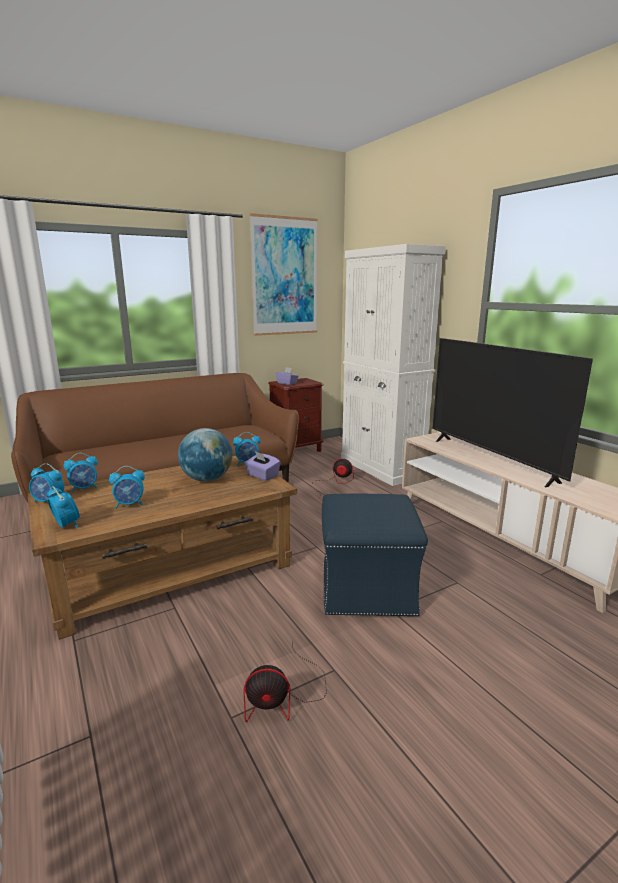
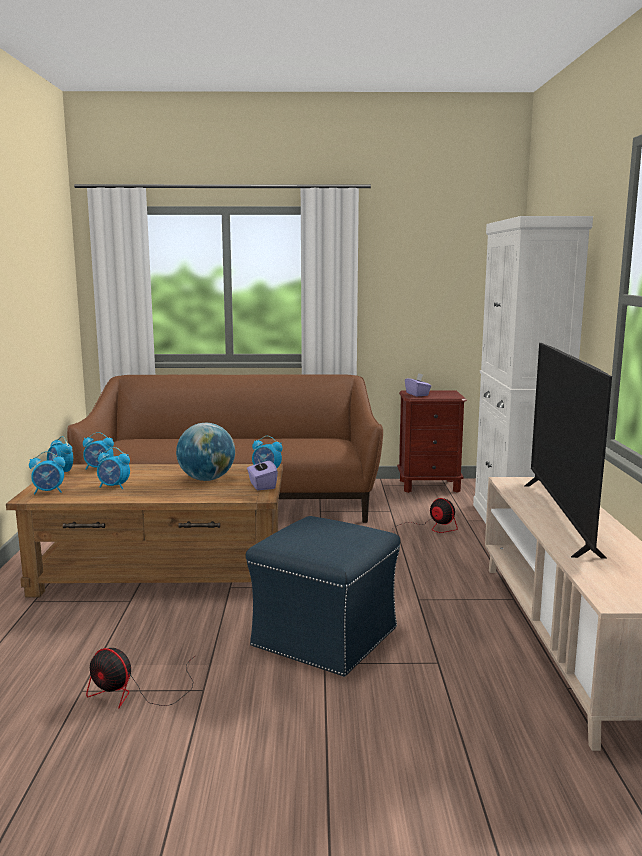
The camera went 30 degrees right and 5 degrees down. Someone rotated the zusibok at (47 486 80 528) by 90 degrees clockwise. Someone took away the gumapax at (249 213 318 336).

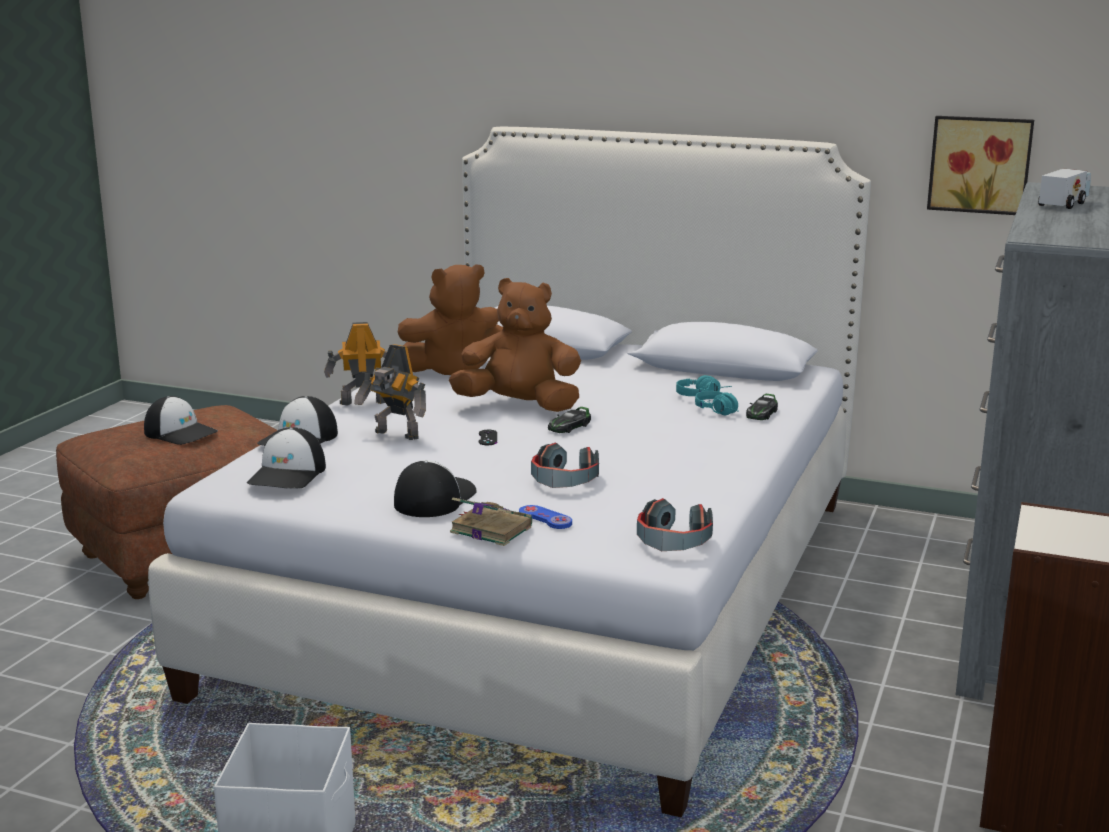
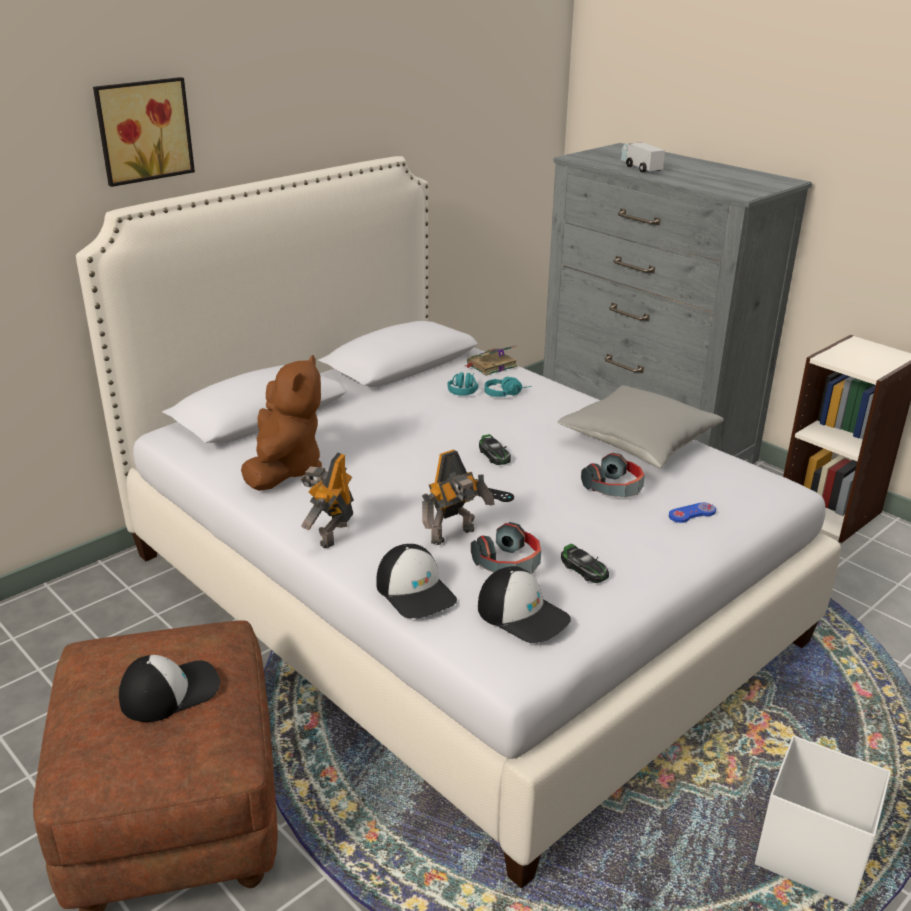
The camera went 65 degrees left and 10 degrees up. Someone carried the gumapax from (927 116 1034 215) to (93 77 195 187). Someone carried the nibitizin from (450 497 532 546) to (465 346 518 376). Someone carried the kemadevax from (637 498 713 551) to (471 522 541 574). Someone put down the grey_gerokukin at (557 385 724 468). Someone carried the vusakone from (746 394 778 420) to (561 544 609 583). Someone took away the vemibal at (394 460 477 517). Someone took away the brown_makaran at (449 278 581 412).

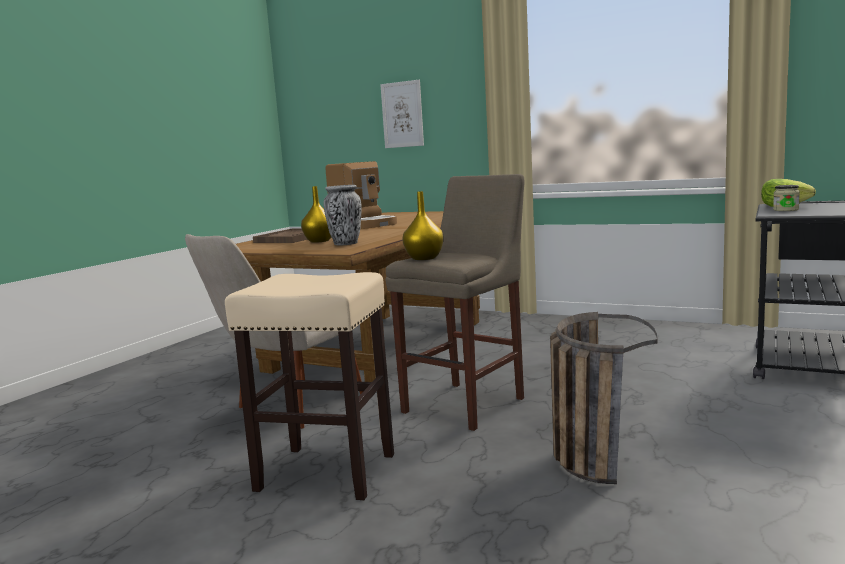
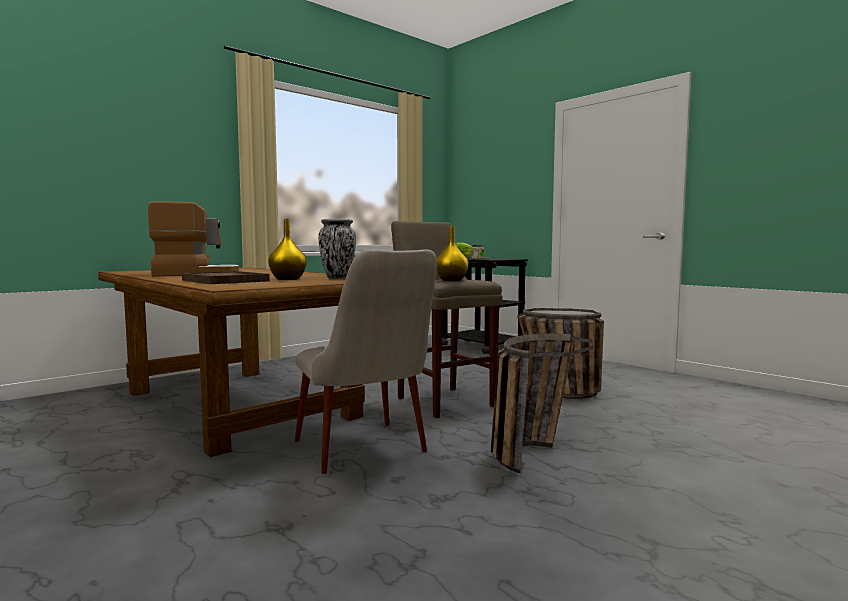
The camera went 70 degrees left and 5 degrees down. Someone swapped the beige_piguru at (225 272 394 500) for the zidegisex at (491 333 595 473). Someone took away the gumapax at (380 80 424 148).

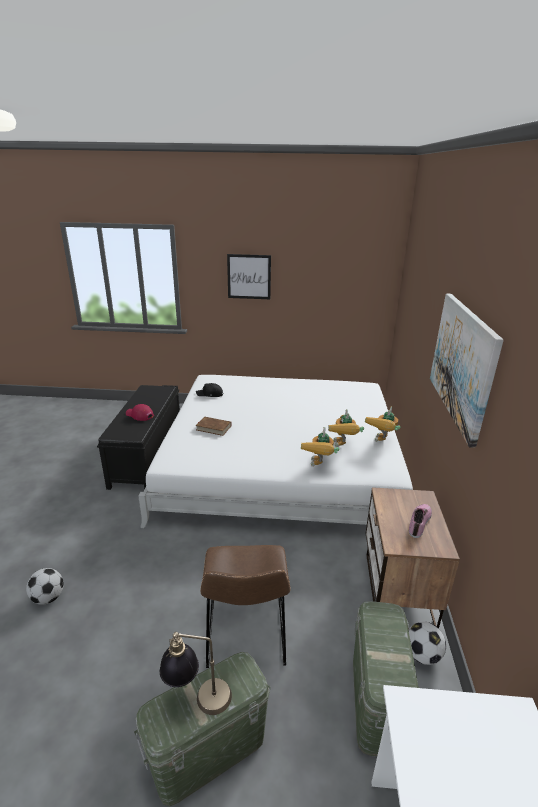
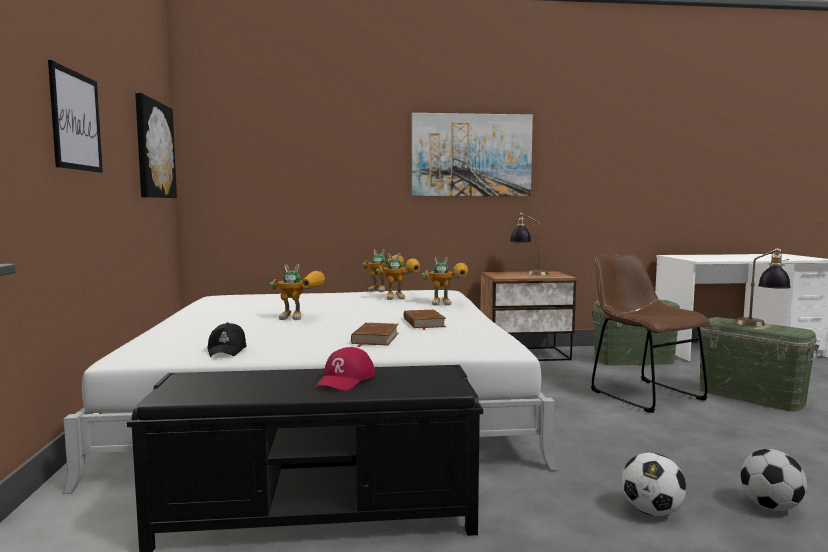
The camera went 100 degrees left and 20 degrees down. Someone put up the gumapax at (135 93 177 198). Someone put down the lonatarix at (270 264 325 320). Someone put down the brown_nibitizin at (404 310 446 330). Someone swapped the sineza at (409 504 432 538) for the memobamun at (510 213 549 275). Someone rotated the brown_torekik at (200 545 291 668) by 105 degrees counterclockwise. Someone carried the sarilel from (408 622 446 665) to (622 452 686 516).

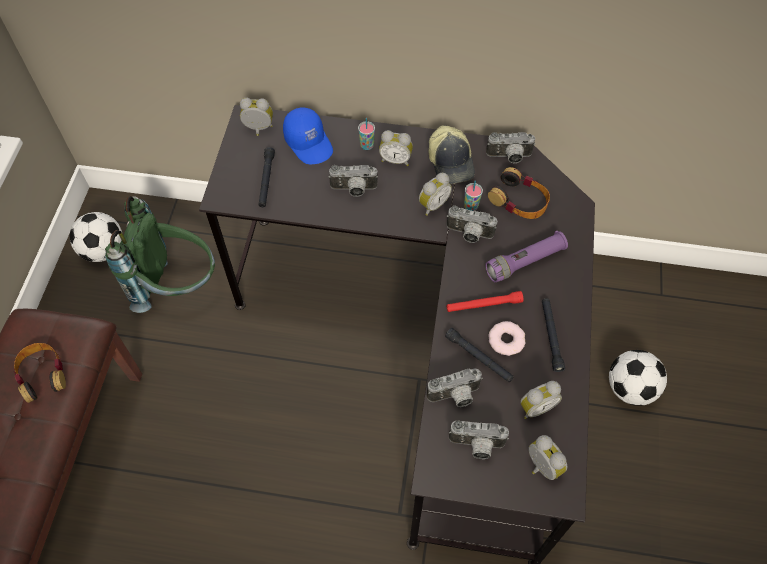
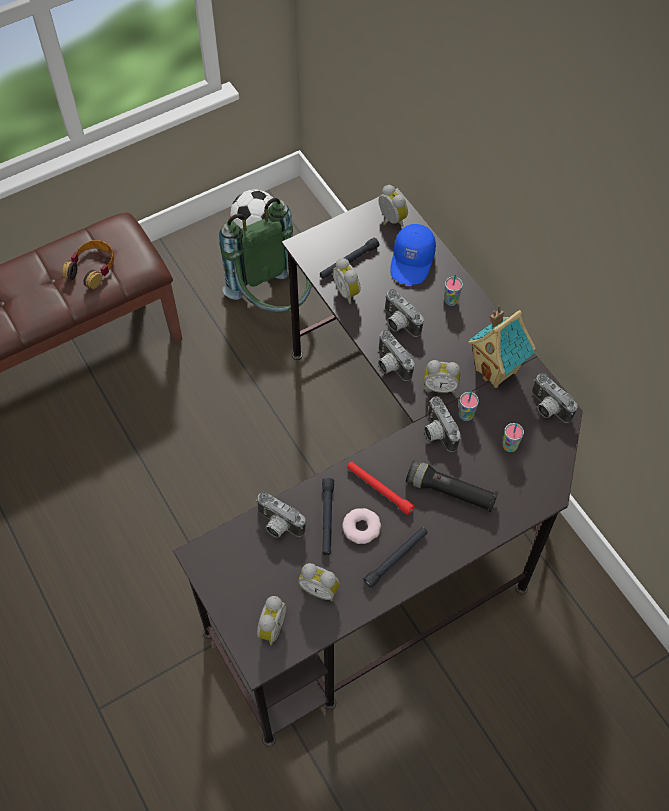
The camera went 50 degrees right and 0 degrees up. Someone carried the zusibok from (379 130 413 166) to (333 258 361 304). Someone carried the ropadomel from (449 420 509 459) to (378 330 415 381). Someone repainted the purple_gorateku at (485 231 568 282), which became the black_gorateku at (406 460 499 512). Someone swapped the vemibal at (429 125 475 184) for the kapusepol at (468 305 536 388). Someone swapped the kemadevax at (488 167 550 219) for the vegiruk at (502 423 524 452). Someone took away the sarilel at (609 350 667 406).

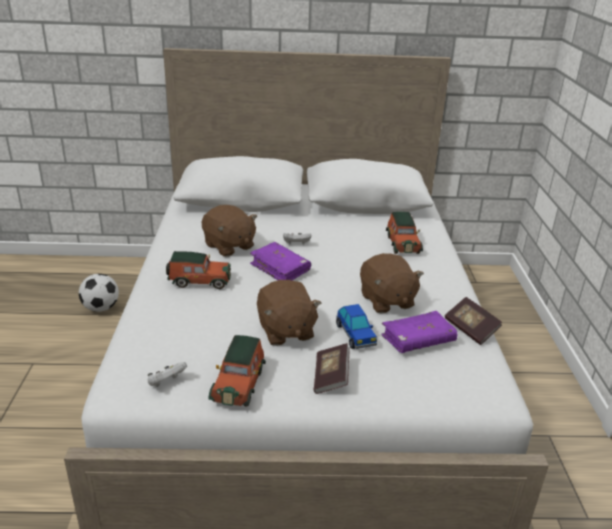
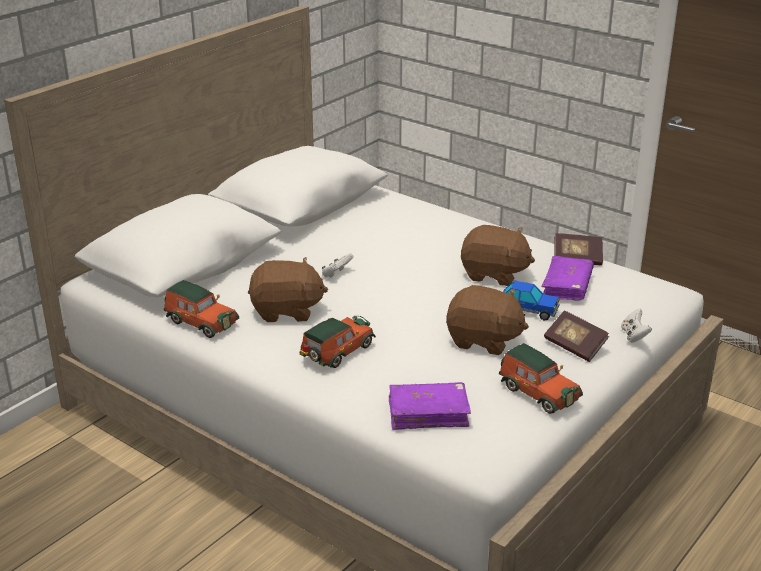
The camera went 50 degrees left and 0 degrees up. Someone carried the vusakone from (386 212 423 254) to (164 280 239 338). Someone carried the purple_nibitizin from (250 242 311 281) to (389 382 471 430). Someone carried the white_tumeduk from (147 362 187 387) to (621 309 652 342). Someone took away the sarilel at (79 274 119 312).

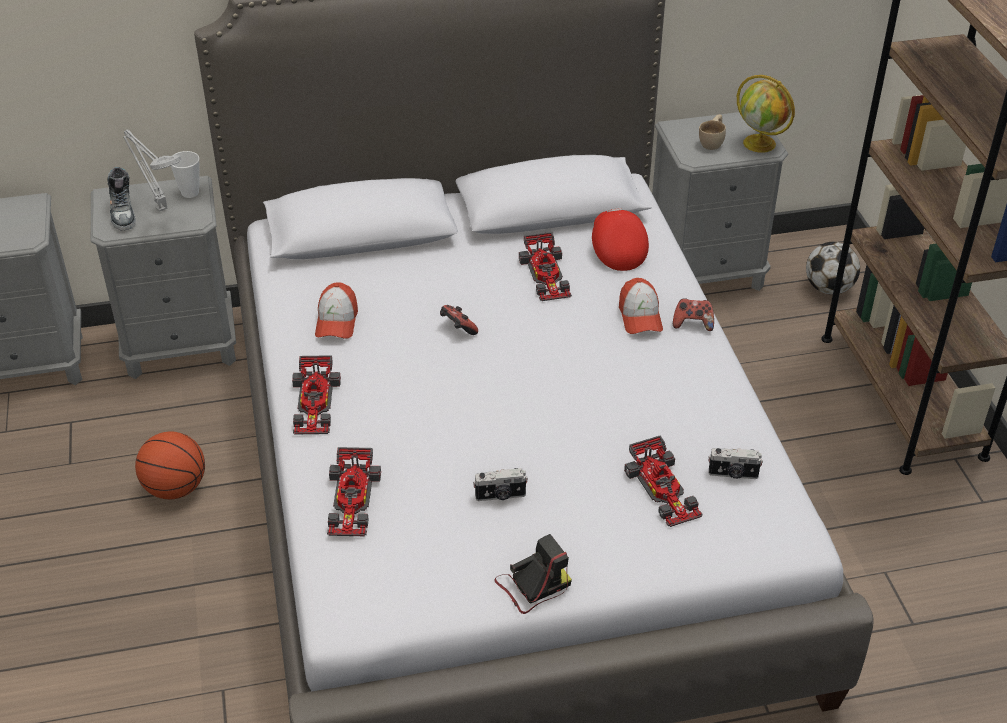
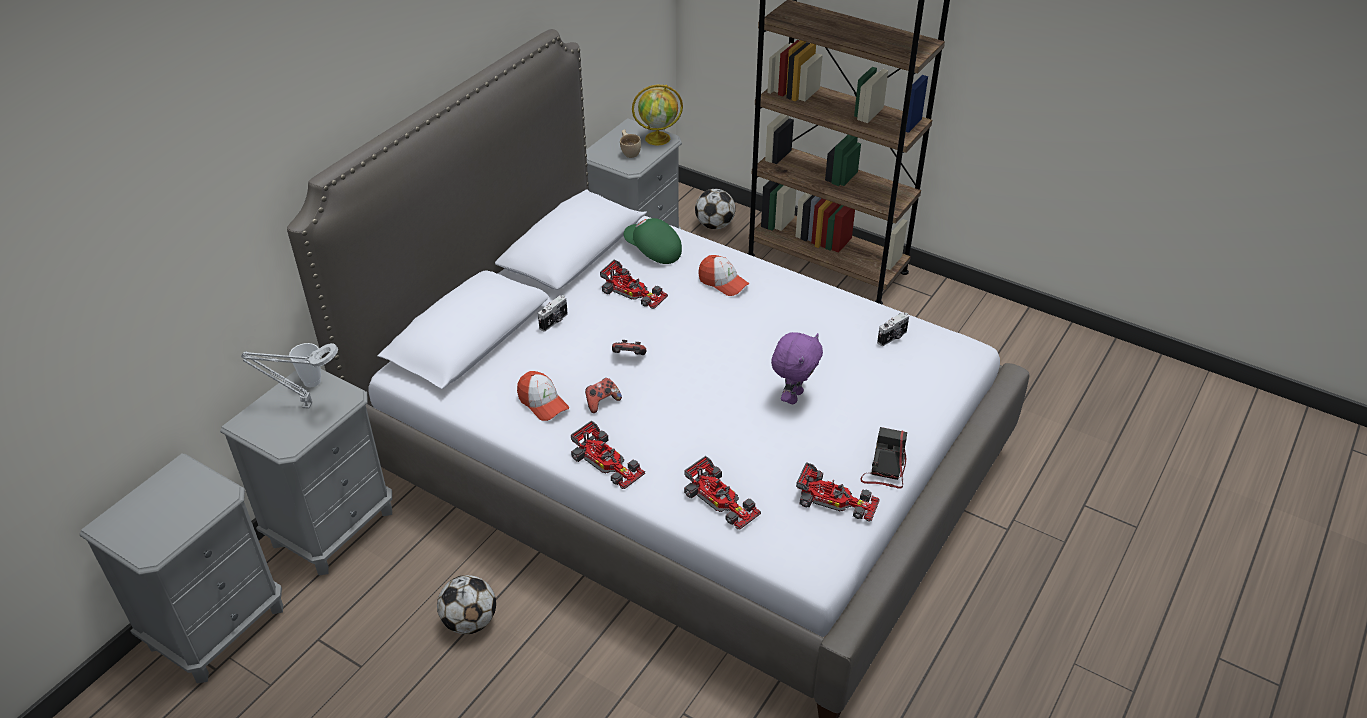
The camera went 45 degrees left and 0 degrees up. Someone swapped the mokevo at (135 431 205 499) for the sarilel at (437 575 496 634). Someone carried the ropadomel from (473 468 528 501) to (538 295 568 332). Someone carried the tumeduk from (673 298 714 331) to (585 378 622 413). Someone repainted the red_vemibal at (592 208 649 271), which became the green_vemibal at (624 218 682 264). Someone put down the purple_makaran at (771 332 823 404). Someone carried the vusakone from (624 436 703 527) to (796 462 880 522). Someone took away the sineza at (107 167 136 231).

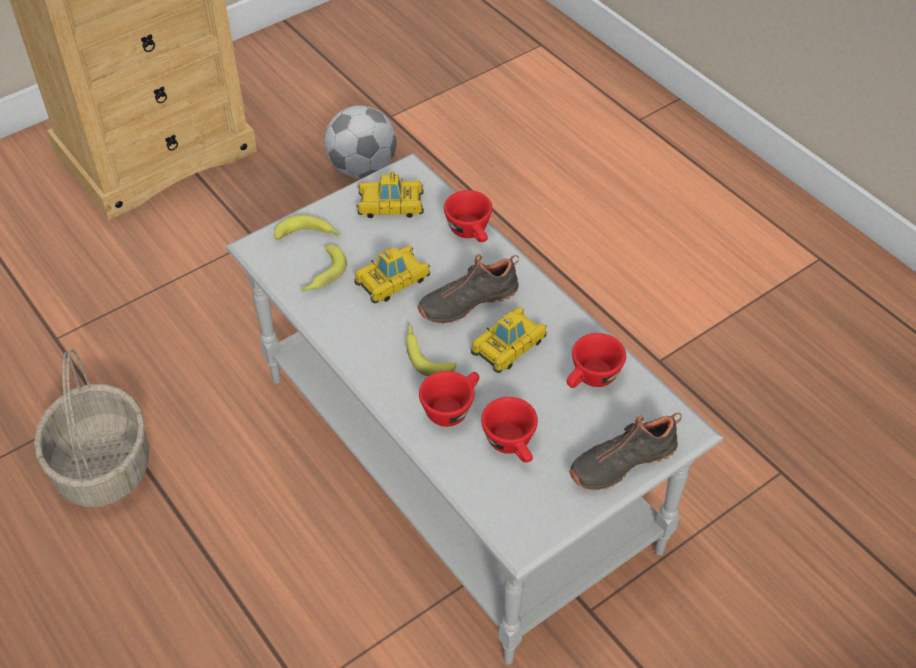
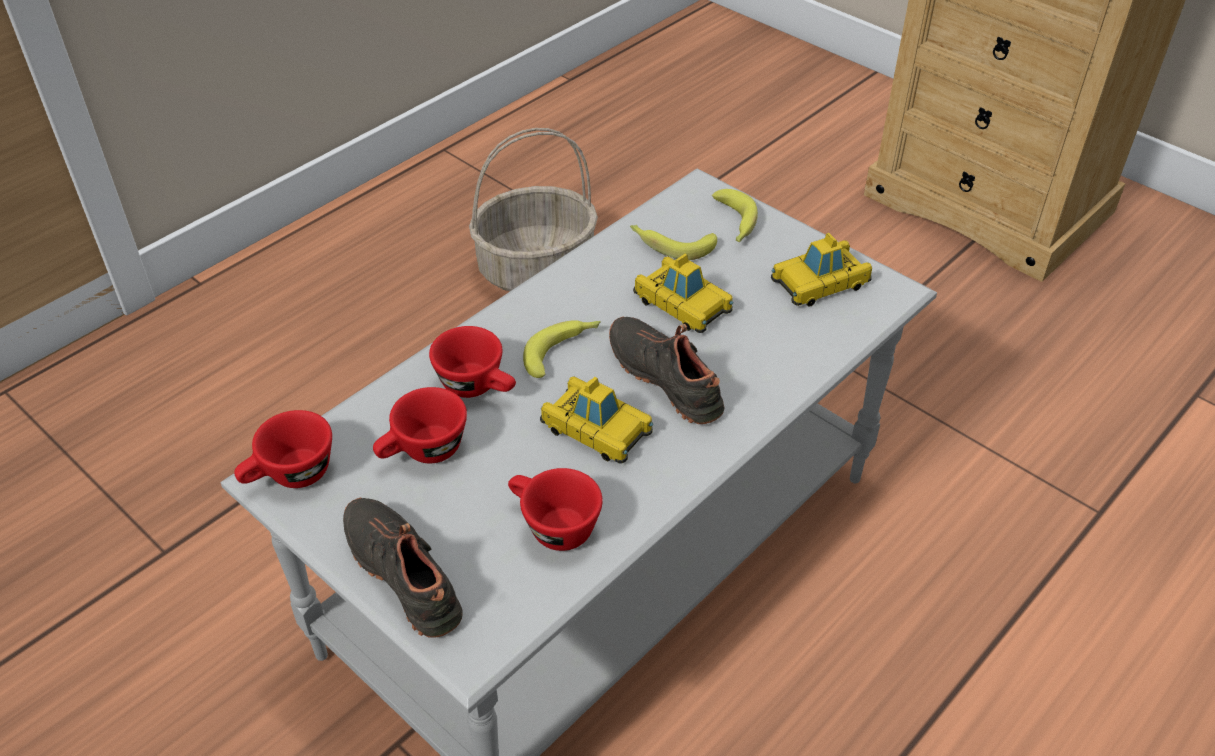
The camera went 80 degrees right and 5 degrees down. Someone carried the red_vegiruk from (444 190 492 242) to (234 410 332 488). Someone rotated the vusakone at (356 171 424 218) by 105 degrees counterclockwise. Someone took away the sarilel at (324 105 397 178).

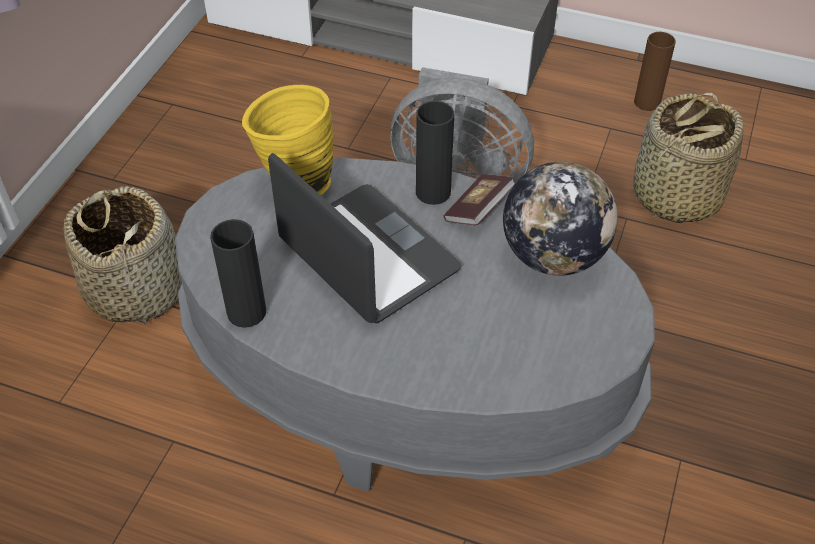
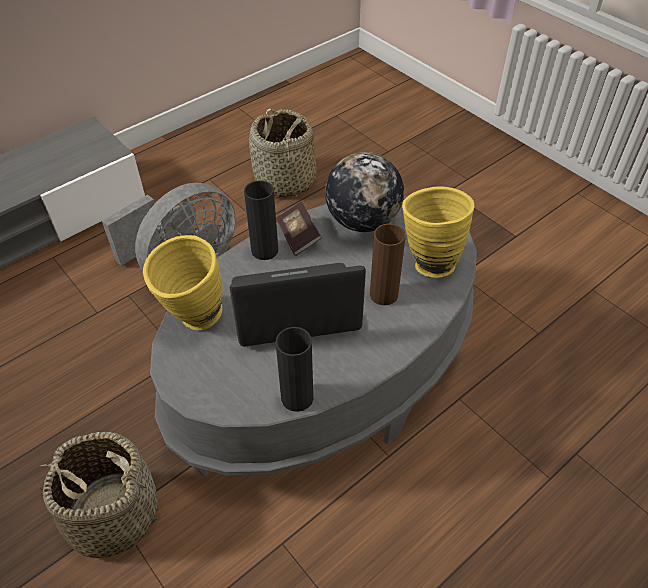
The camera went 60 degrees left and 0 degrees up. Someone carried the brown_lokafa from (634 32 676 111) to (370 224 405 305). Someone put down the yellow_lokafa at (402 186 474 278).

